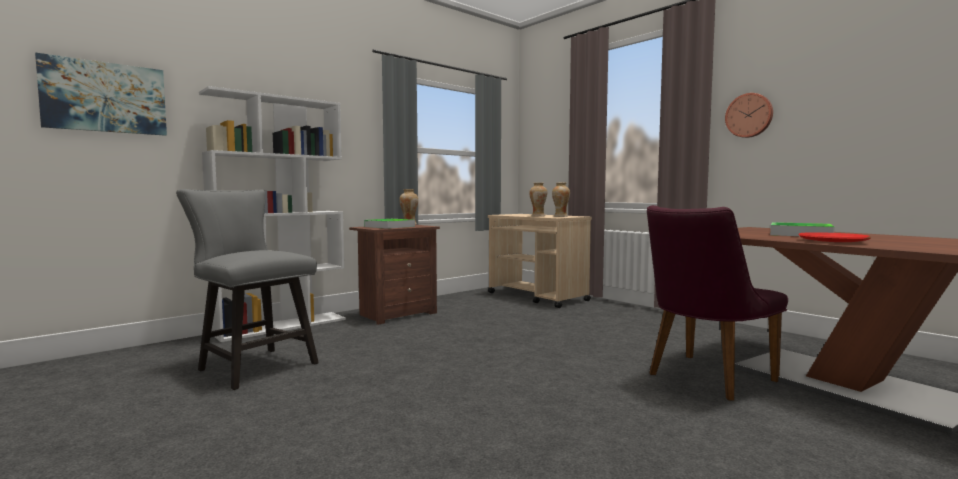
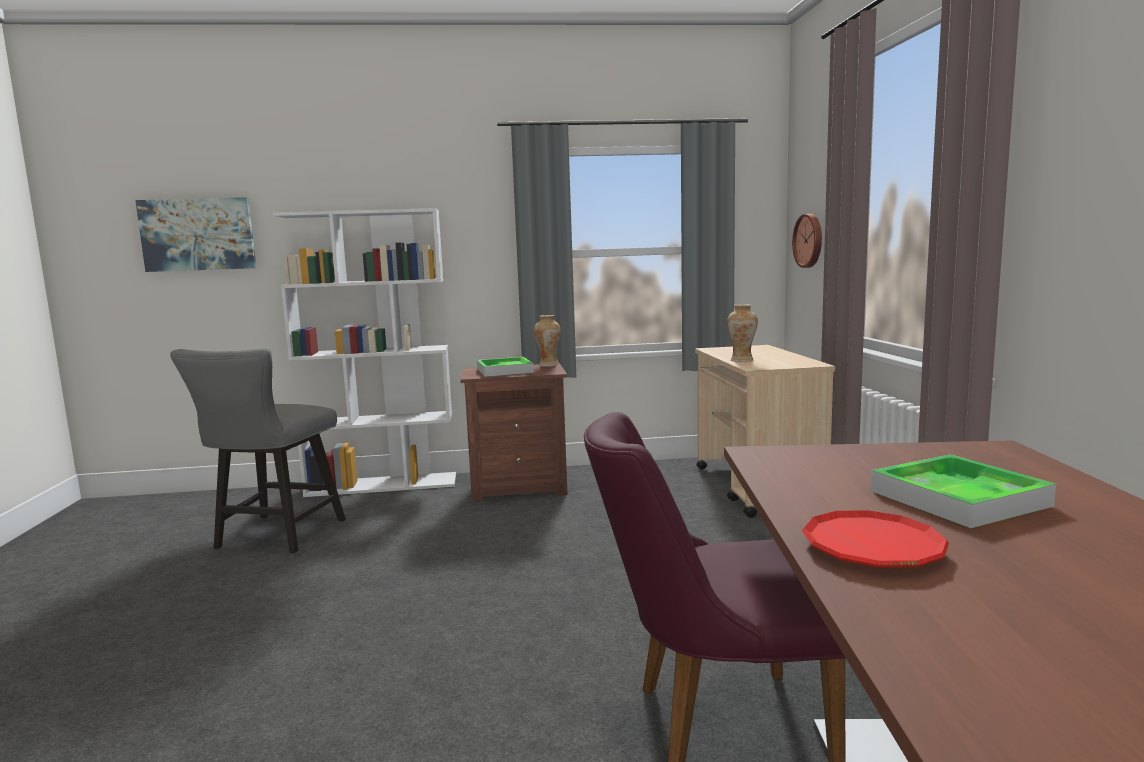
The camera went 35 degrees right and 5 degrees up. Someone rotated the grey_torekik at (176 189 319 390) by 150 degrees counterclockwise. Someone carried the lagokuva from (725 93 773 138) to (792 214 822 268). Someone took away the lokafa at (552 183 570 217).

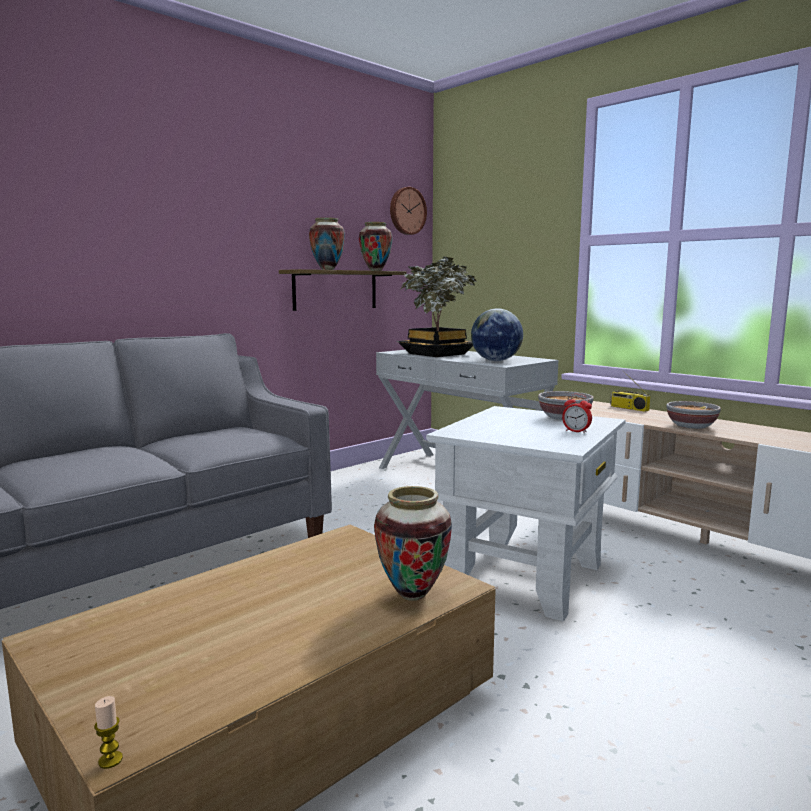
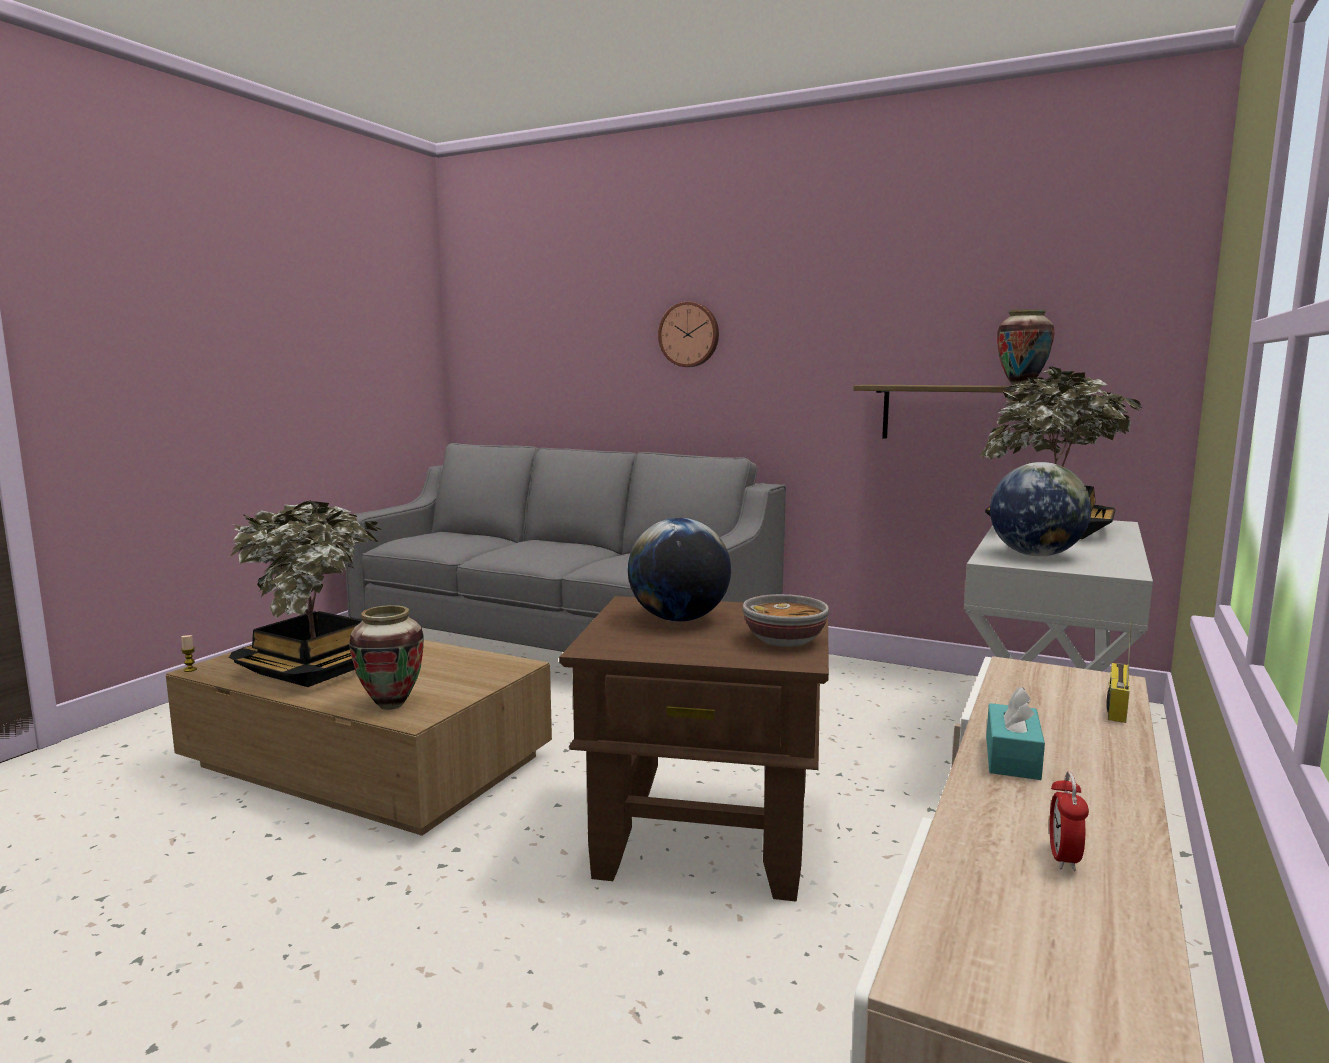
The camera went 70 degrees right and 0 degrees up. Someone put down the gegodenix at (229 500 381 687). Someone repainted the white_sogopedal at (426 406 626 622), which became the brown_sogopedal at (559 596 829 902). Someone put down the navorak at (628 518 731 622). Someone carried the lagokuva from (390 187 427 235) to (658 302 719 367). Someone swapped the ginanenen at (667 401 721 429) for the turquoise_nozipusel at (986 687 1045 780). Someone carried the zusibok from (562 394 592 434) to (1050 771 1089 871). Someone took away the lokafa at (309 217 345 270).

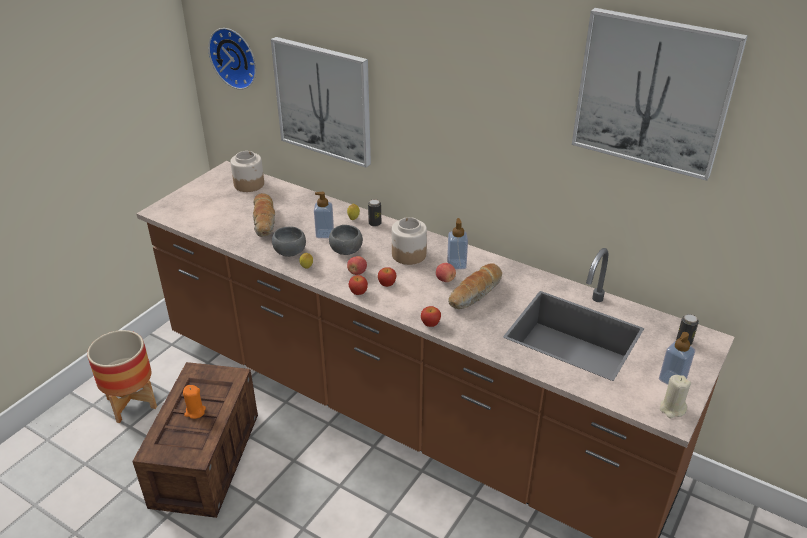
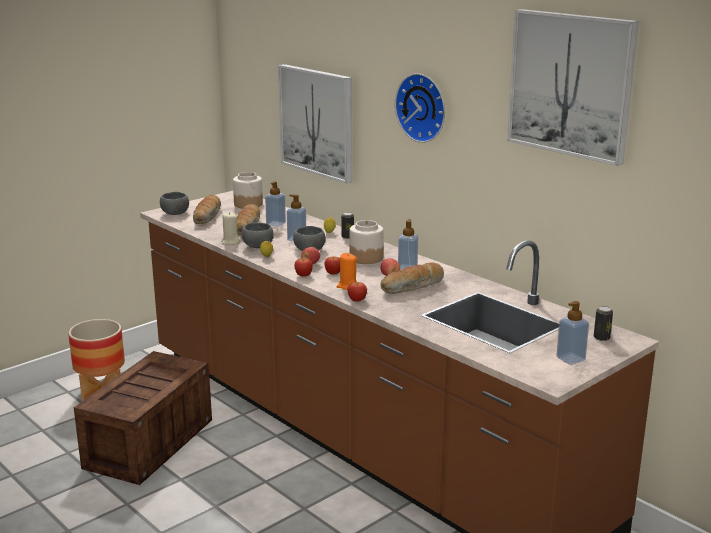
The camera went 15 degrees right and 15 degrees down. Someone put down the grey_ginanenen at (160 192 189 215). Someone put down the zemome at (193 195 221 224). Someone carried the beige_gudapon from (660 375 691 418) to (221 212 240 245). Someone put down the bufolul at (265 181 286 227). Someone carried the orange_gudapon from (183 385 206 419) to (337 253 357 290). Someone carried the lagokuva from (208 28 256 89) to (395 73 445 143).

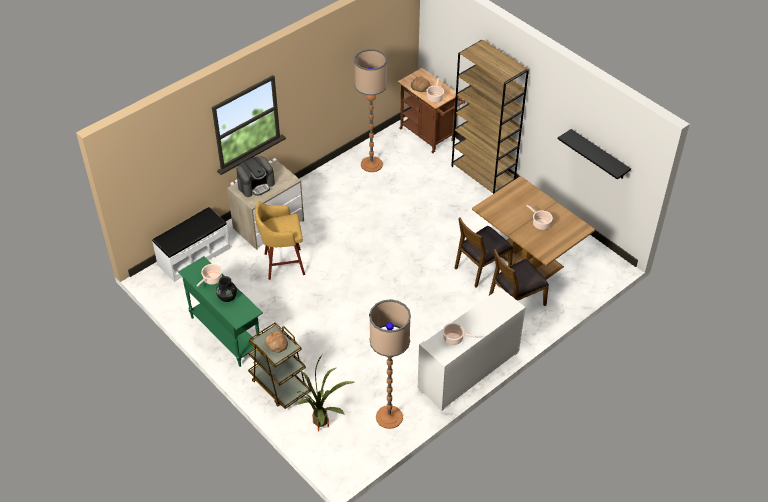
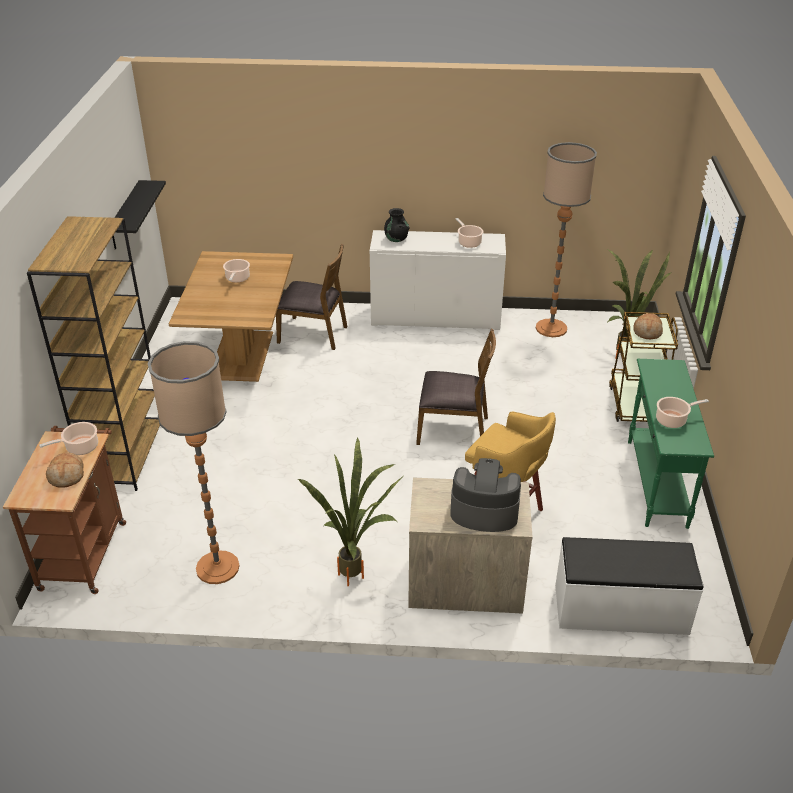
The camera went 135 degrees left and 10 degrees down. Someone put down the gegodenix at (298 438 402 586). Someone carried the black_lokafa from (216 276 237 302) to (384 208 409 242). Someone carried the brown_torekik from (455 217 513 288) to (416 329 496 445).

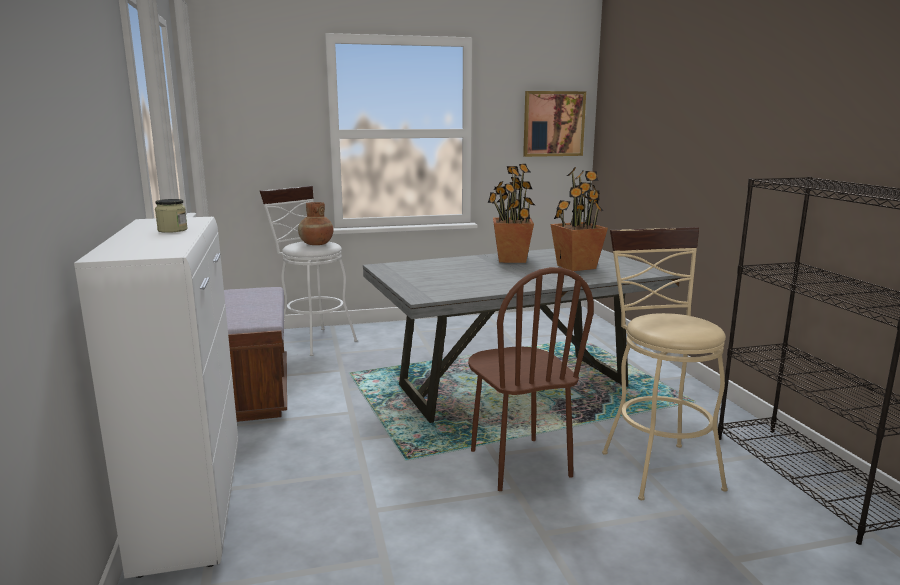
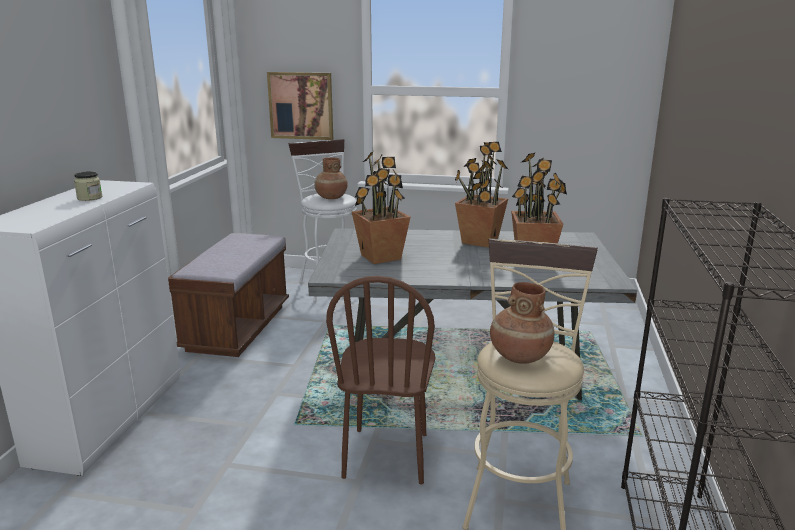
The camera went 25 degrees right and 5 degrees up. Someone carried the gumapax from (523 91 586 157) to (267 72 333 140). Someone put down the gegodenix at (351 151 410 264). Someone put down the brown_lokafa at (490 282 554 364).

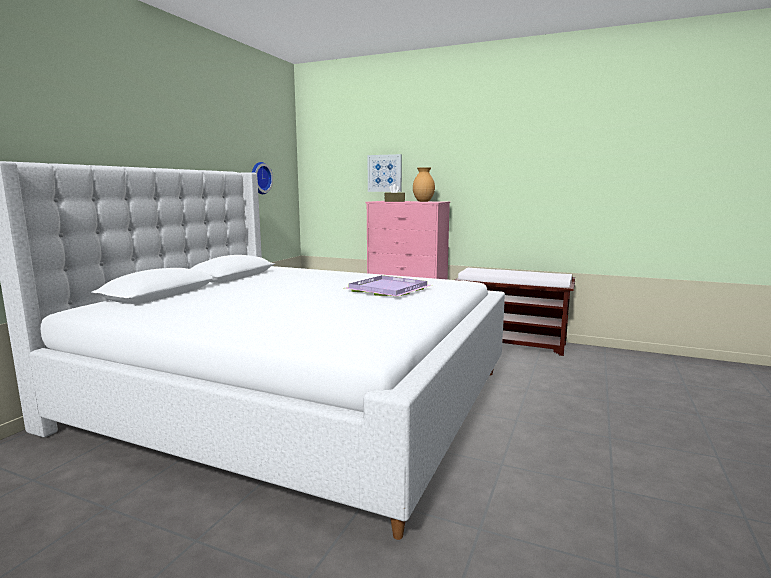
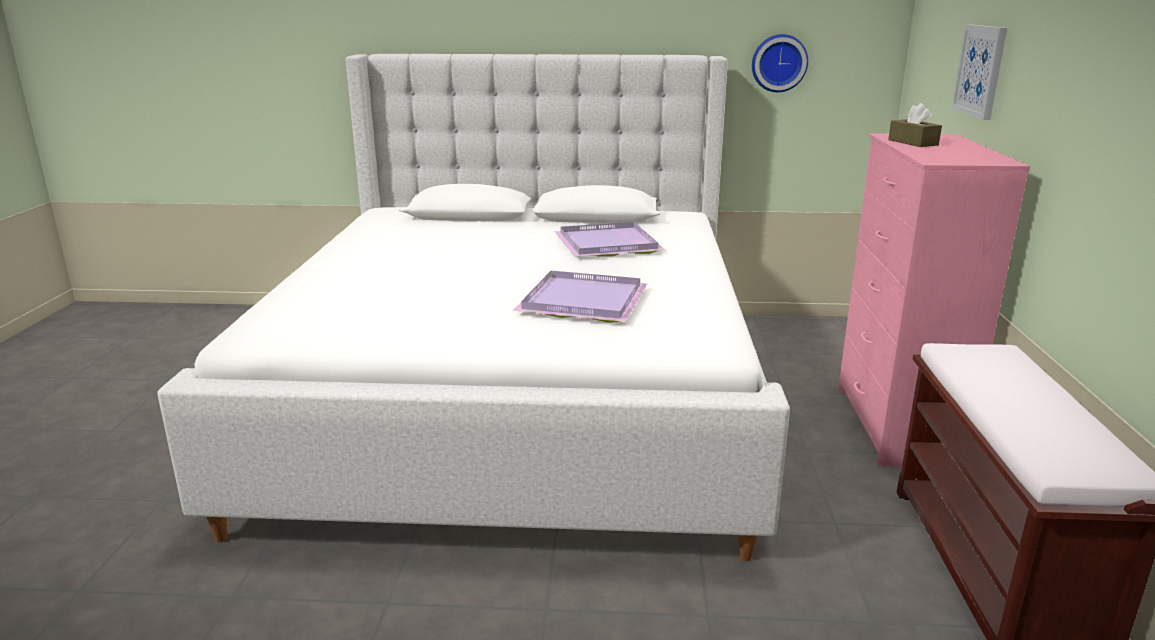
The camera went 70 degrees right and 10 degrees up. Someone put down the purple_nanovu at (554 222 665 257). Someone took away the brown_lokafa at (413 167 435 202).

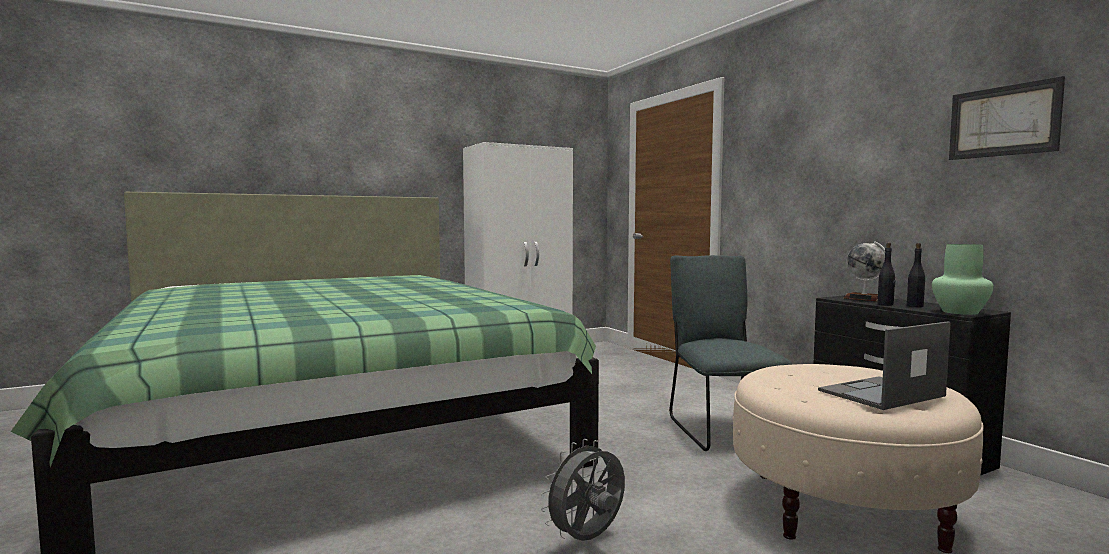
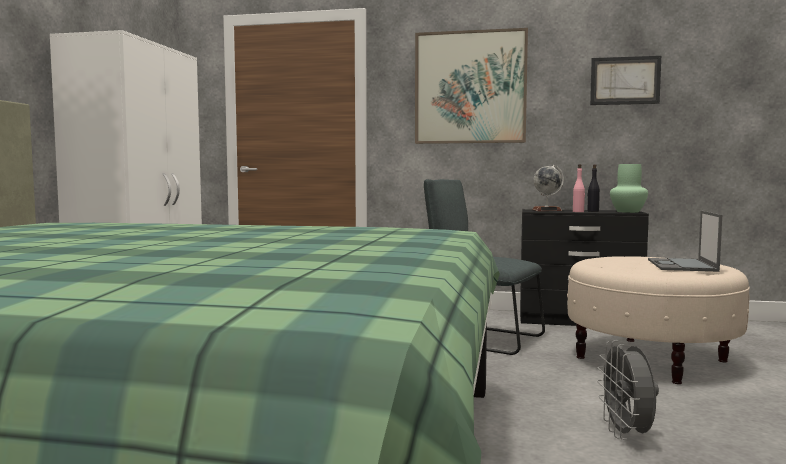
The camera went 50 degrees left and 0 degrees up. Someone put up the gumapax at (415 28 528 144). Someone repainted the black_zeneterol at (877 243 896 306), which became the pink_zeneterol at (573 164 585 212).

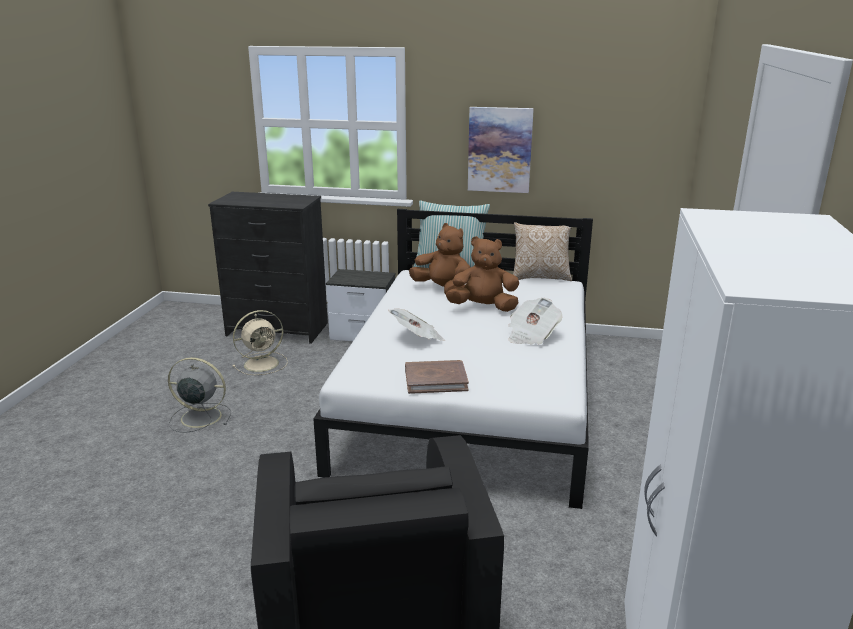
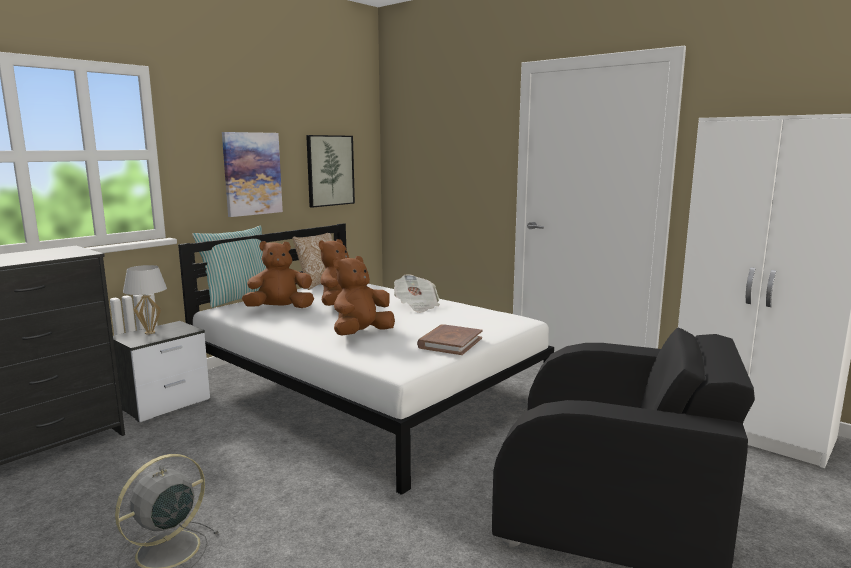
The camera went 60 degrees left and 10 degrees down. Someone put down the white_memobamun at (123 265 167 334). Someone put up the gumapax at (306 135 355 208). Someone swapped the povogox at (388 308 446 341) for the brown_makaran at (334 256 395 336). Someone took away the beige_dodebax at (232 310 288 375).

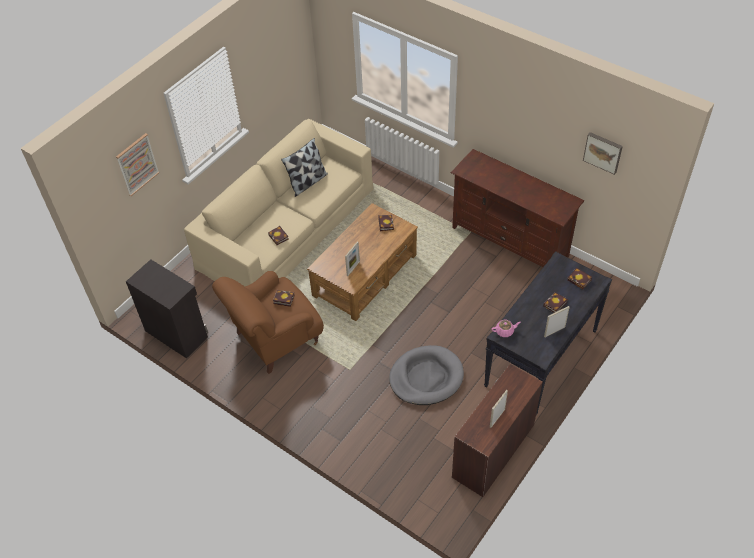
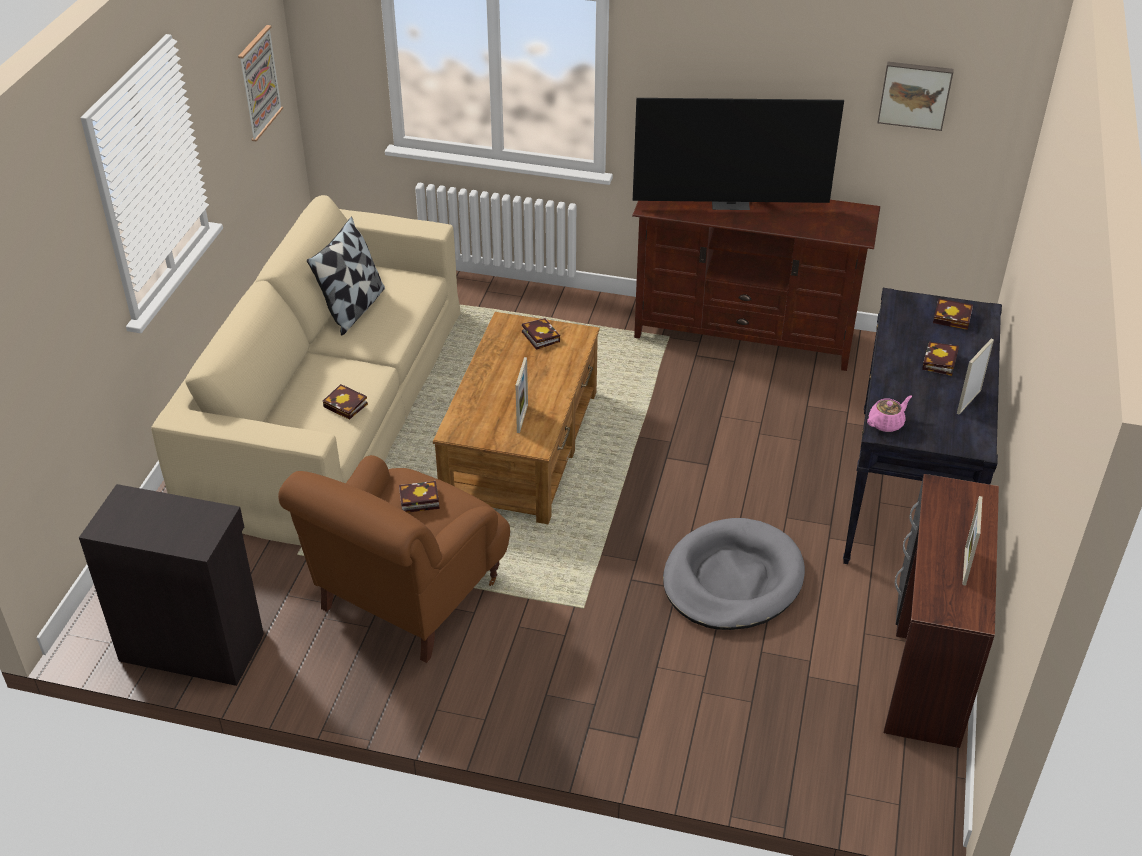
The camera went 25 degrees left and 10 degrees down. Someone carried the gumapax from (116 133 159 196) to (238 25 283 141). Someone put down the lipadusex at (633 98 844 210).

